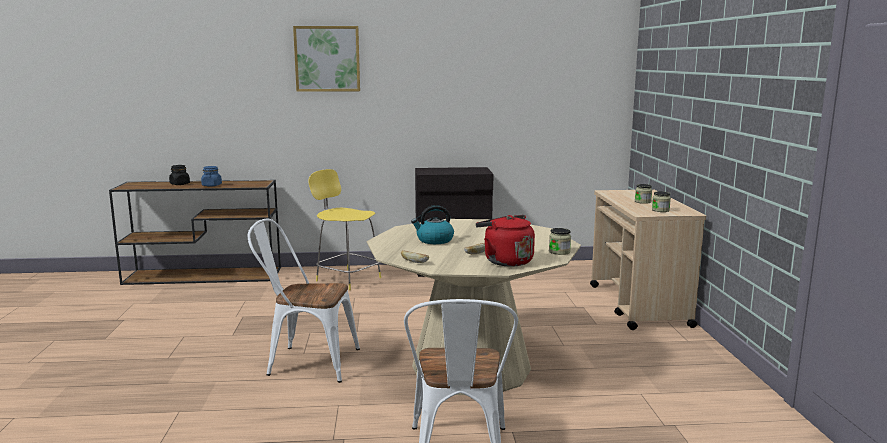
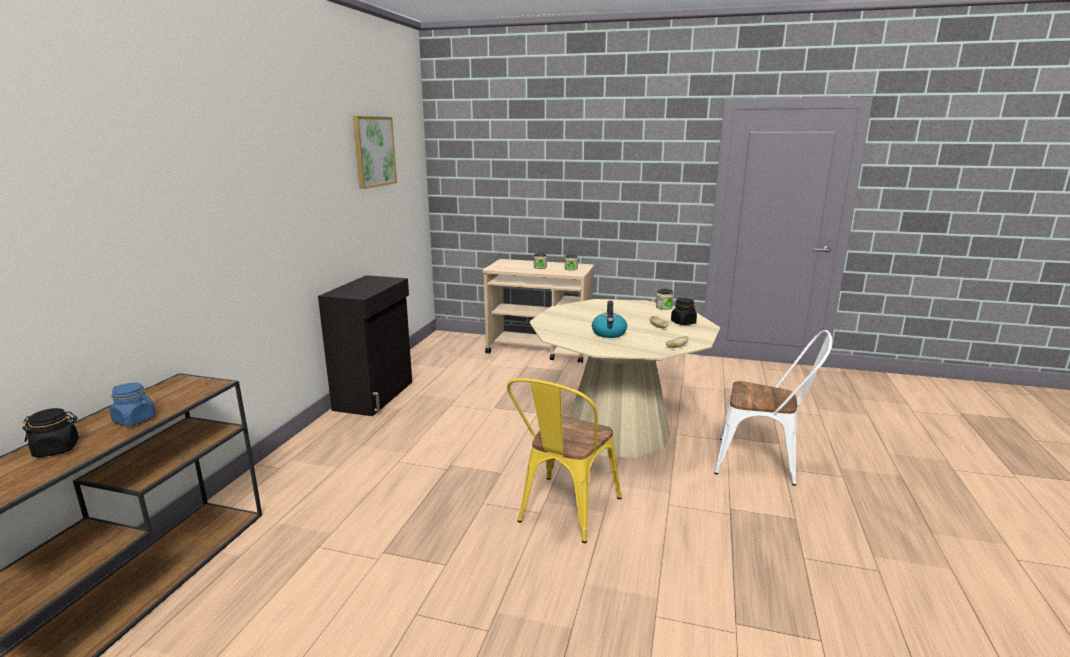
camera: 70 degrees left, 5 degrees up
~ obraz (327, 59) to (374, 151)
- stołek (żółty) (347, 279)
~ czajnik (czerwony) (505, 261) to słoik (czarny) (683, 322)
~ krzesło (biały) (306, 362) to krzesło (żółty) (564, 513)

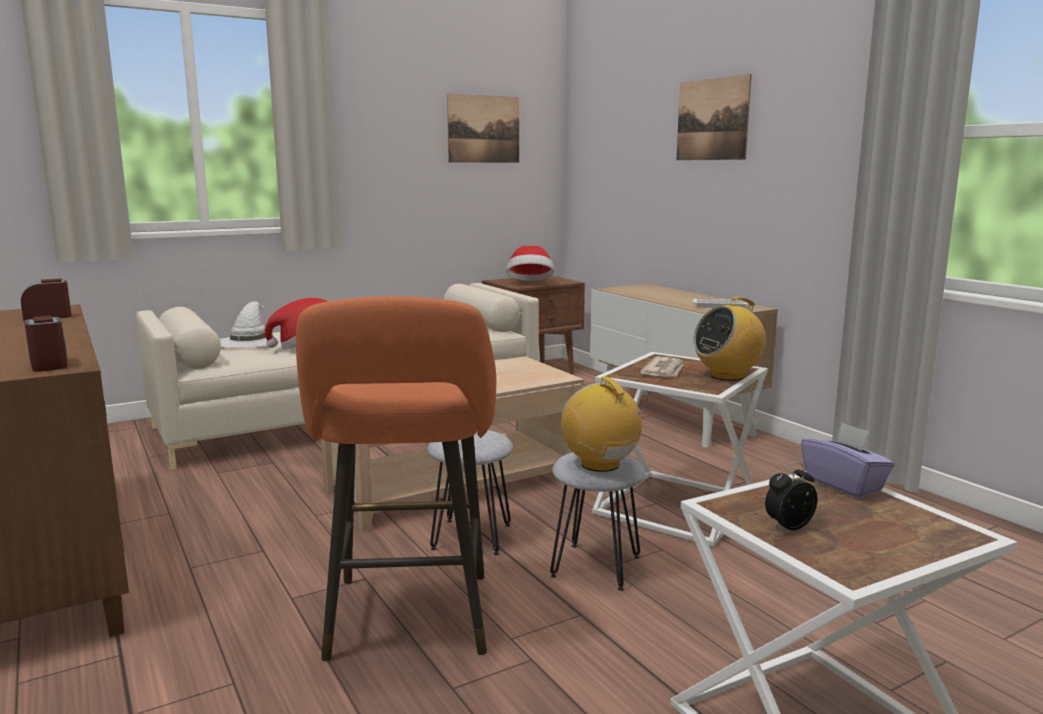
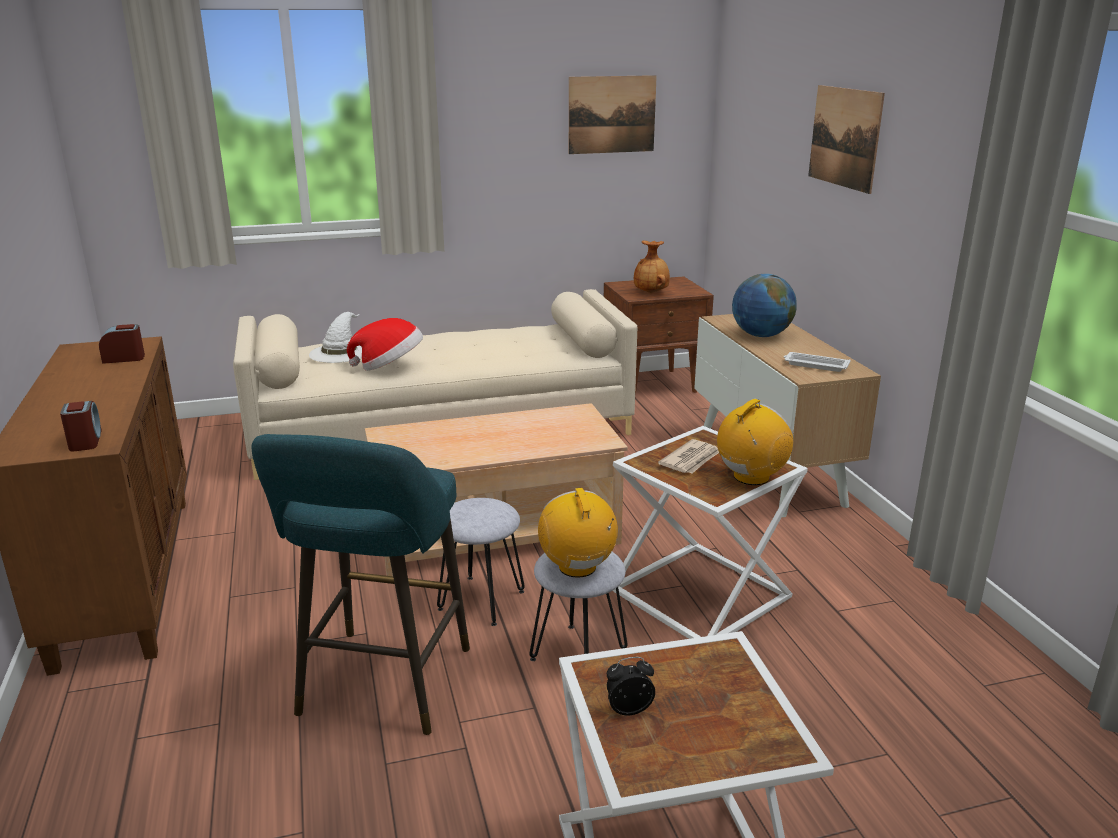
camera: 15 degrees right, 10 degrees up
~ kapelusz (530, 283) to wazon (brązowy) (651, 292)
~ stołek (pomarańczowy) (408, 621) to stołek (turkusowy) (381, 687)
~ radio (727, 376) = (751, 477) 150 degrees clockwise
- pudełko chusteczek (fioletowy) (844, 484)
+ globus (761, 335)

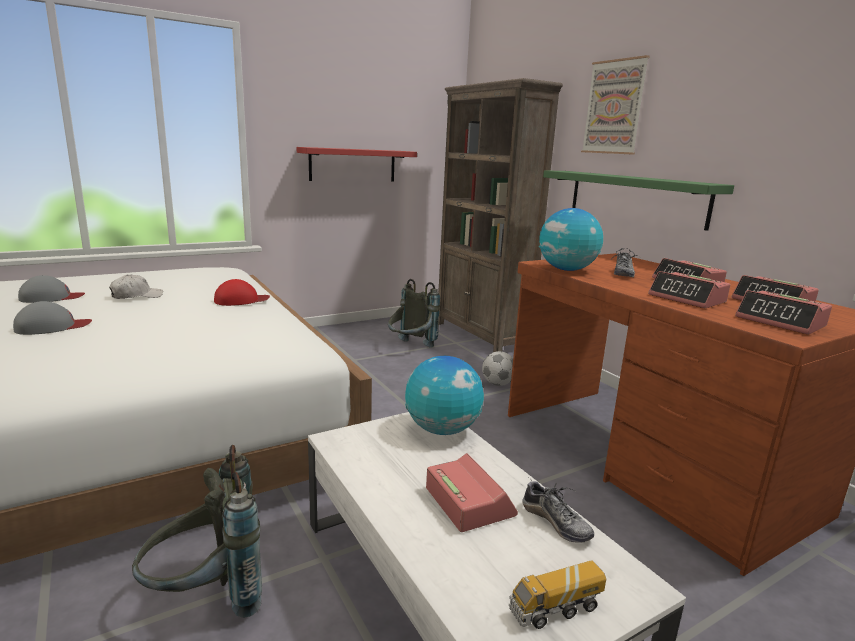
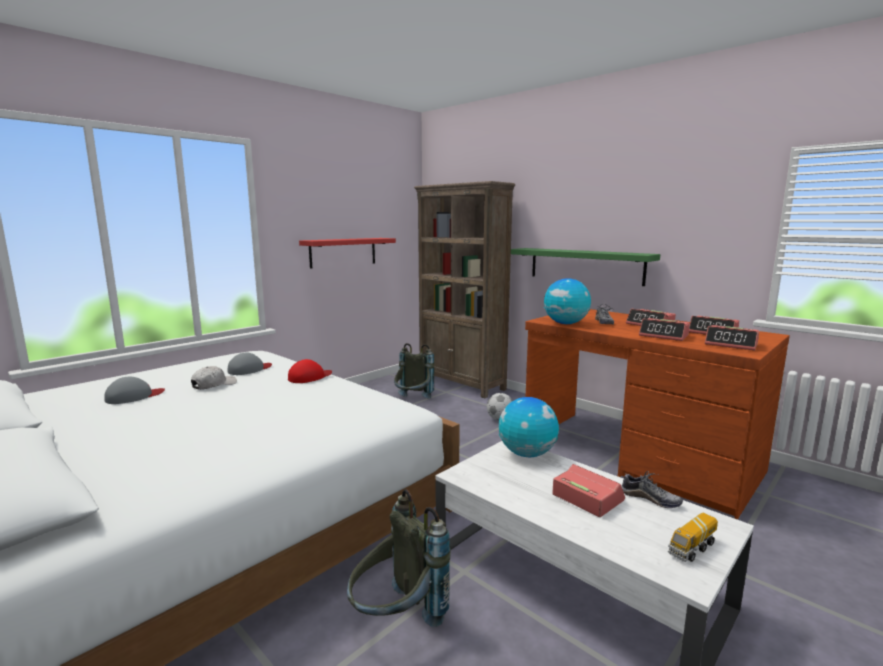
camera: 15 degrees left, 5 degrees down
- obraz (614, 107)
~ czapka z daszkiem (szary) (52, 327) to (249, 369)

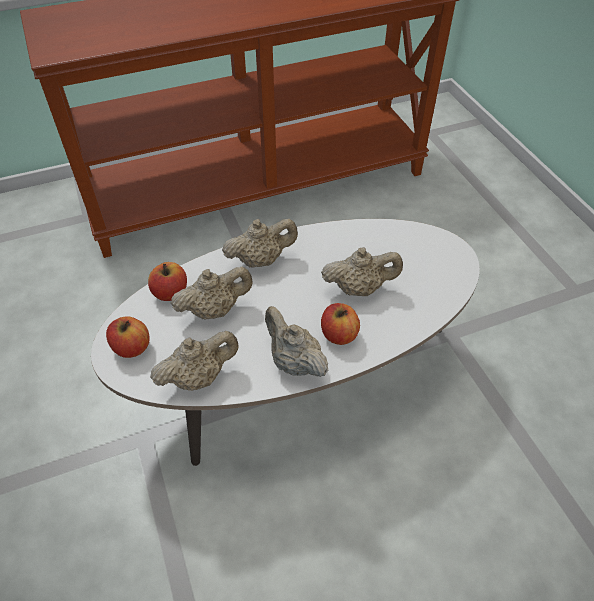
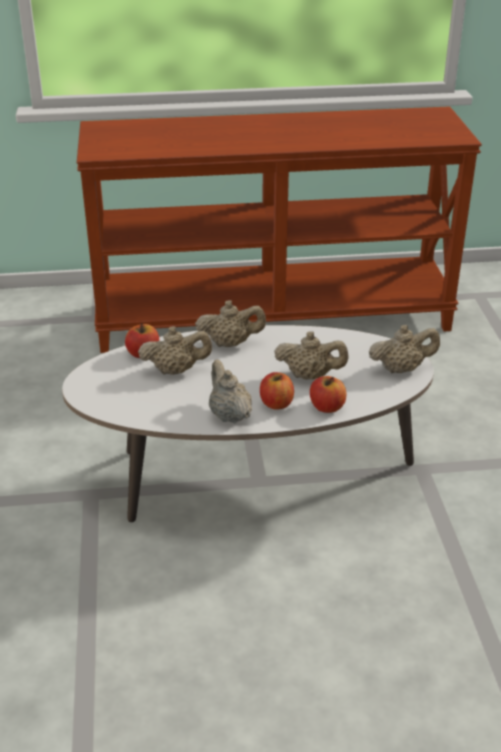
camera: 15 degrees right, 15 degrees down
~ jabłko (131, 347) to (327, 407)
~ imbryk (beżowy) (199, 377) to (401, 369)

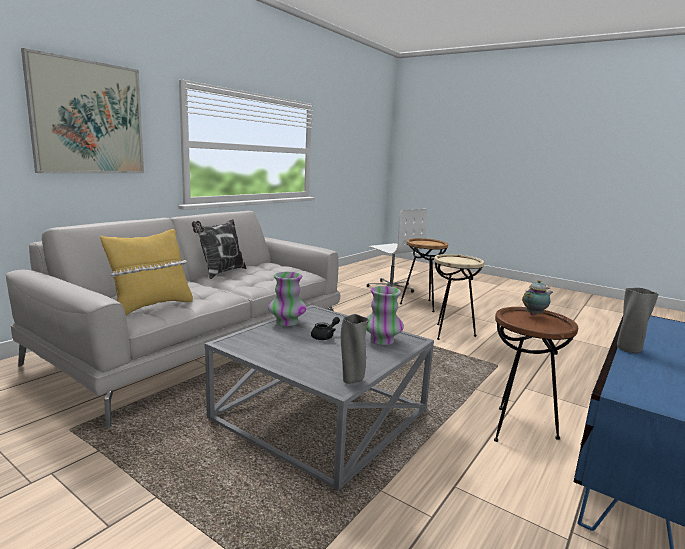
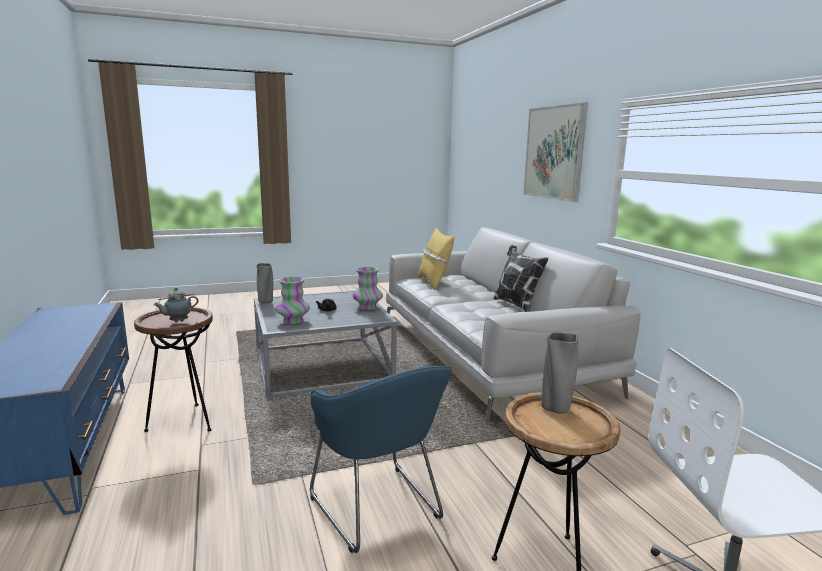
camera: 125 degrees right, 0 degrees up
~ stolik (beżowy) (450, 333) to fotel (niebieski) (379, 510)
~ imbryk (535, 315) = (177, 322) 45 degrees clockwise
~ wazon (szary) (629, 349) to (555, 409)

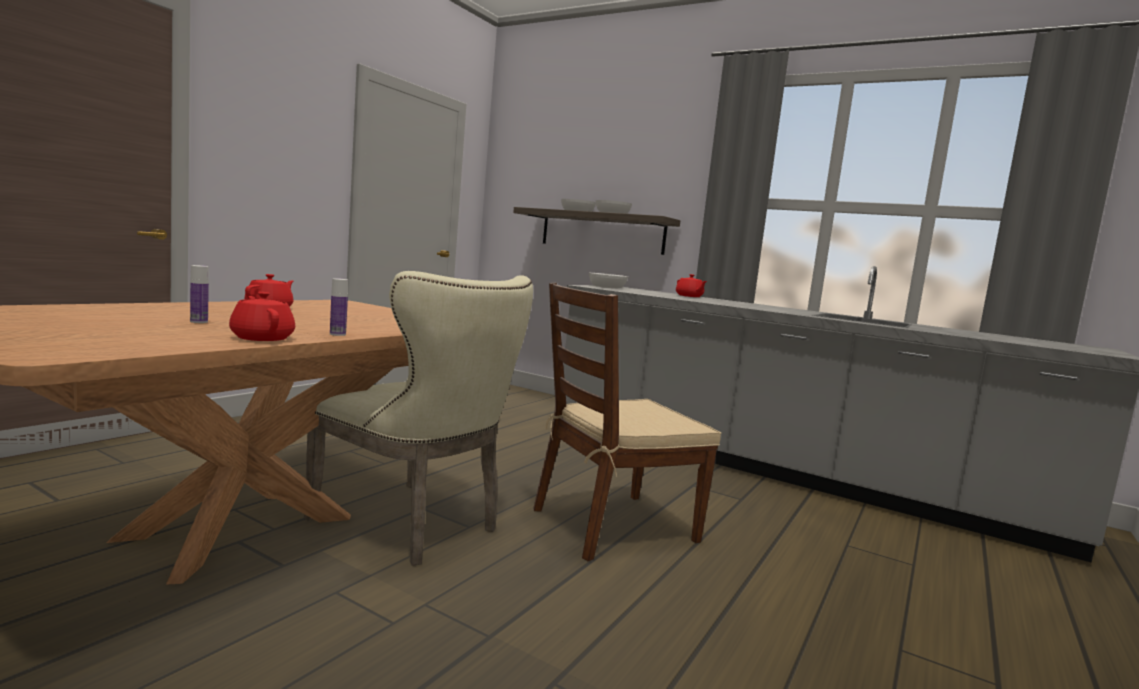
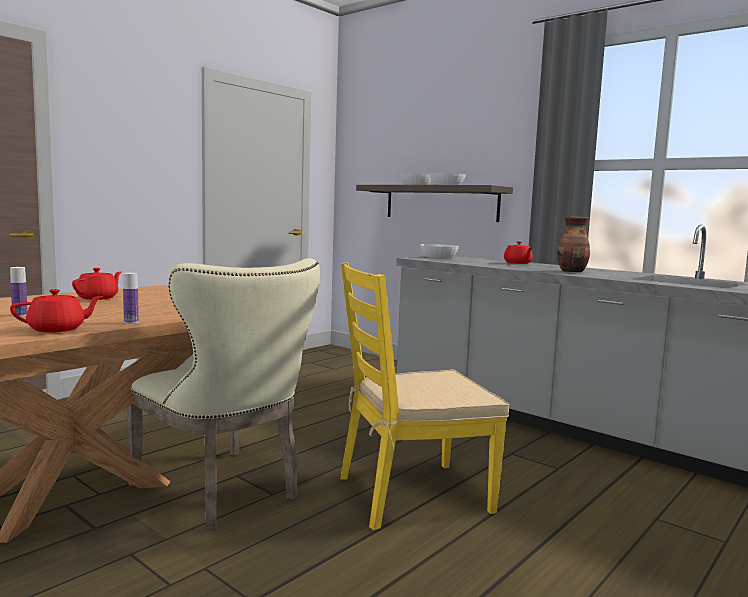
camera: 10 degrees right, 0 degrees up
~ krzesło (brązowy) (612, 525) to krzesło (żółty) (412, 494)
~ imbryk (czerwony) (262, 338) = (58, 329) 90 degrees clockwise
+ wazon (572, 271)

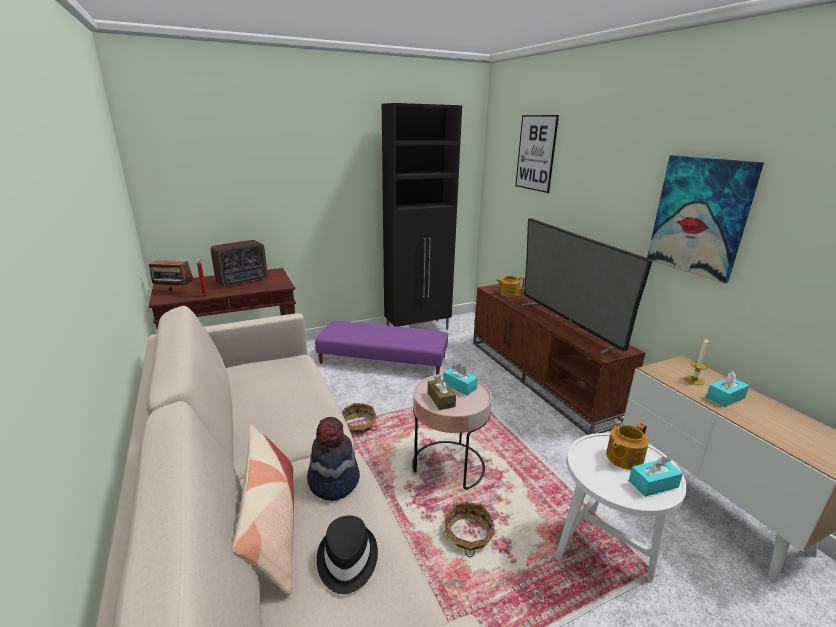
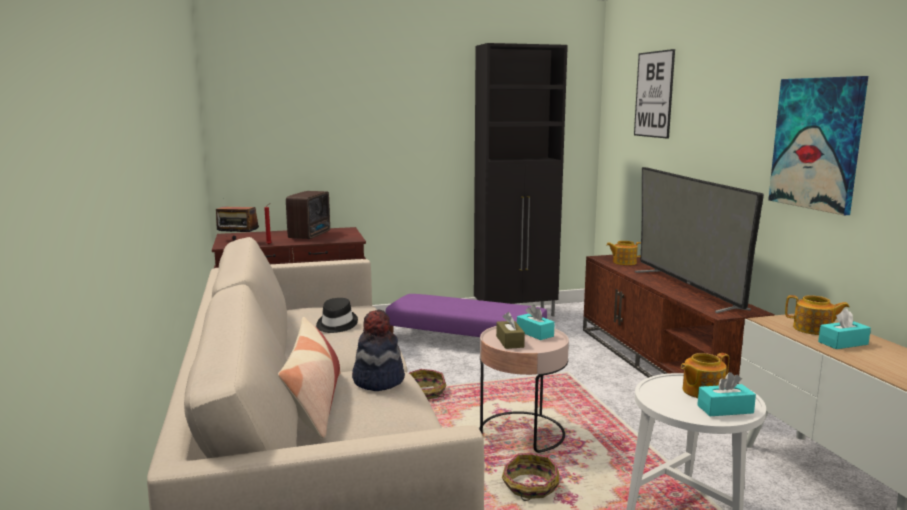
camera: 10 degrees right, 10 degrees down
~ radio (243, 281) = (311, 235) 45 degrees counterclockwise
~ świeca (694, 380) to imbryk (813, 329)
~ kapelusz (czarny) (346, 560) to (336, 324)

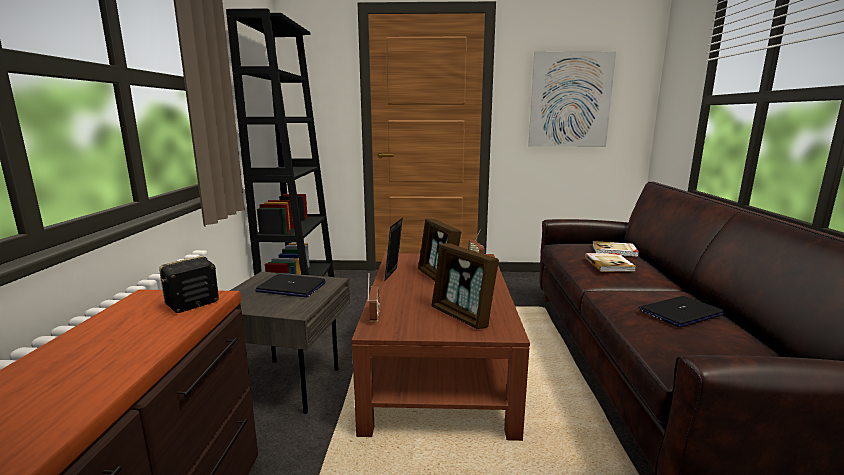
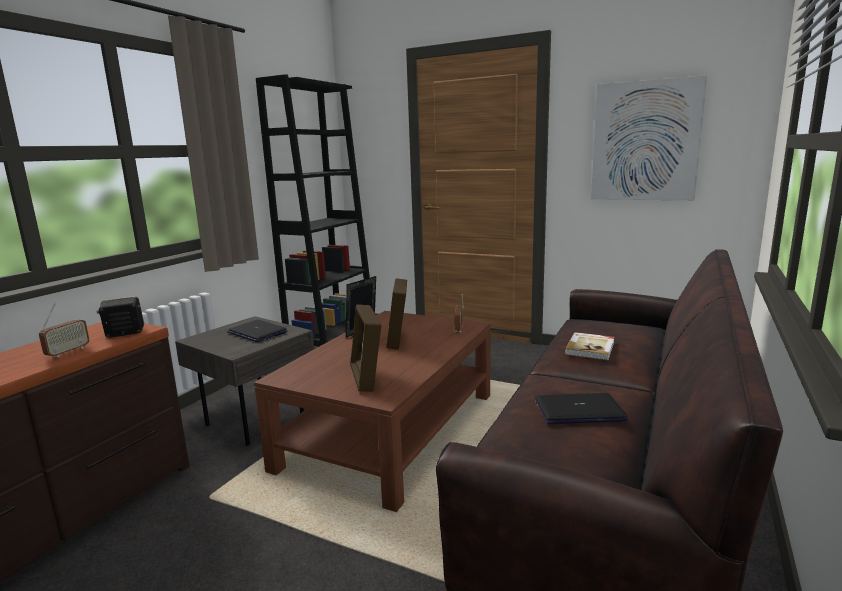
camera: 25 degrees right, 0 degrees up
- książka (615, 251)
~ radio (374, 316) to (68, 352)

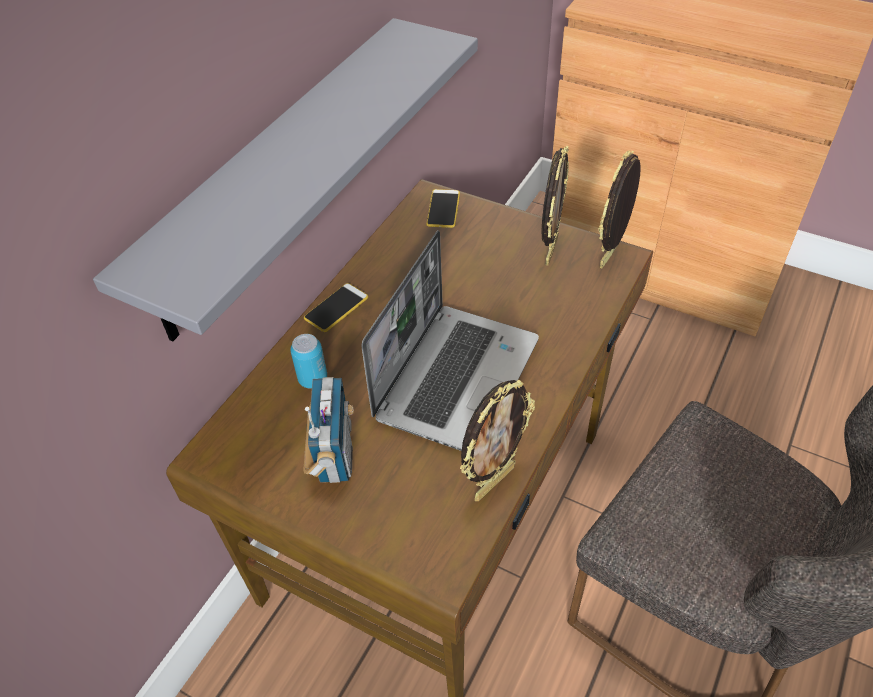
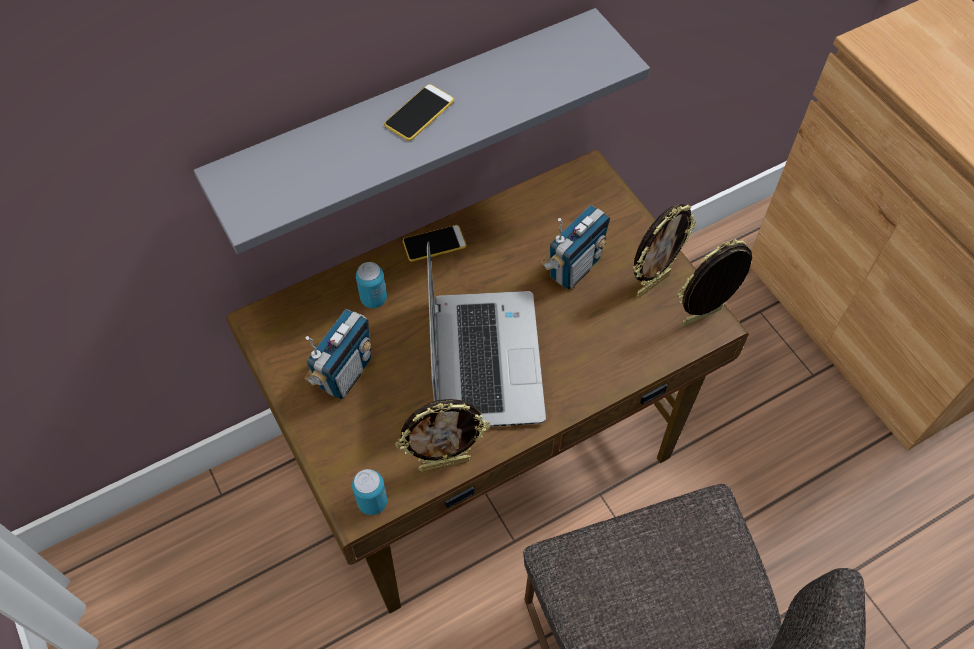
camera: 30 degrees right, 10 degrees up
~ telefon (443, 209) to (419, 113)
~ laptop (456, 376) = (483, 358) 60 degrees counterclockwise
+ radio (574, 268)
+ puszka (372, 502)

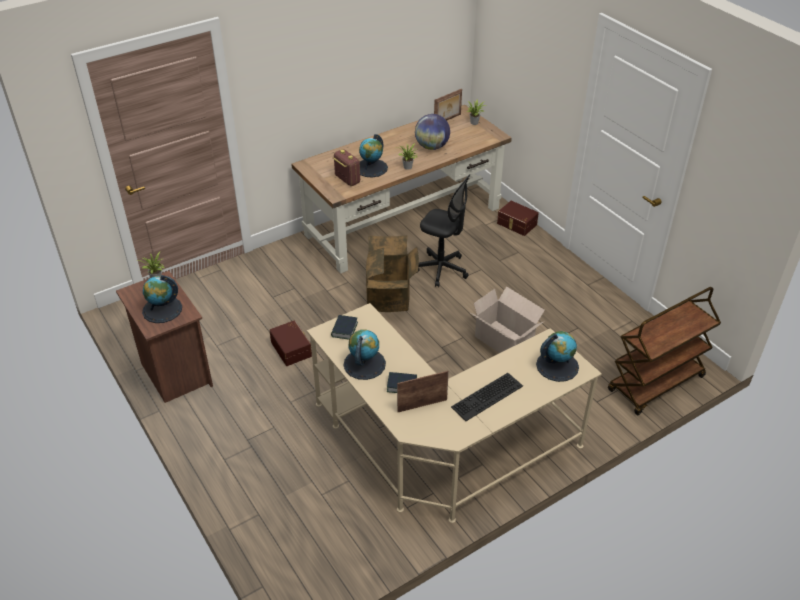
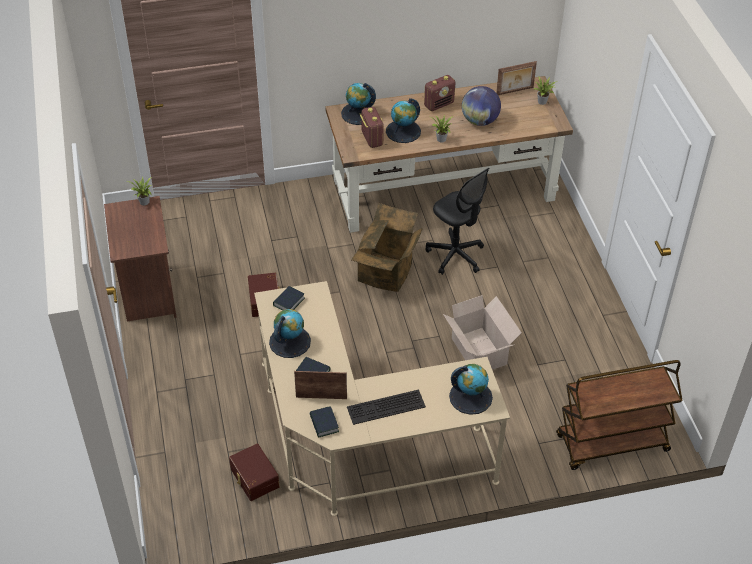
camera: 20 degrees right, 5 degrees up
~ pojemnik do przechowywania (brązowy) (516, 224) to (253, 478)
~ globus (162, 310) to (358, 113)
+ radio (439, 104)
+ książka (324, 424)

